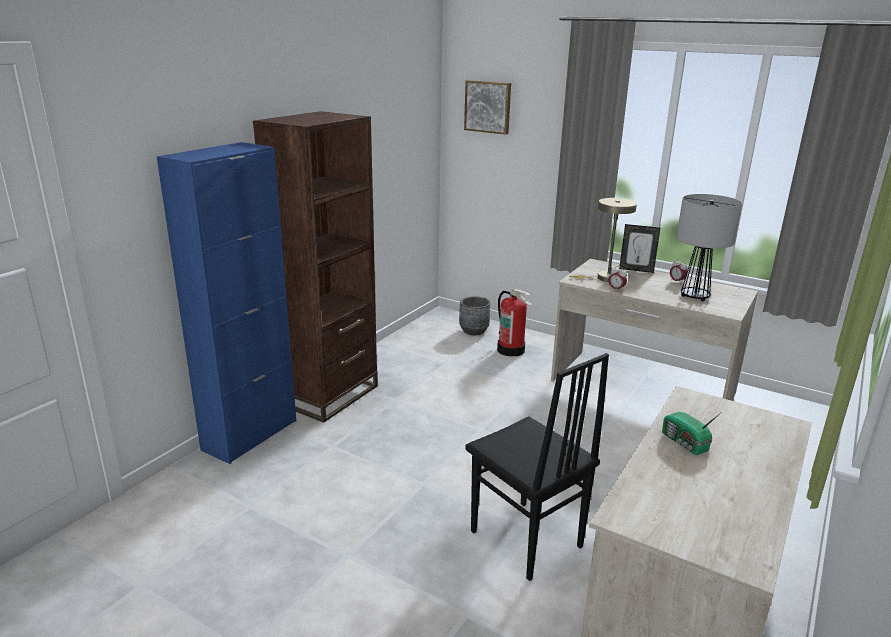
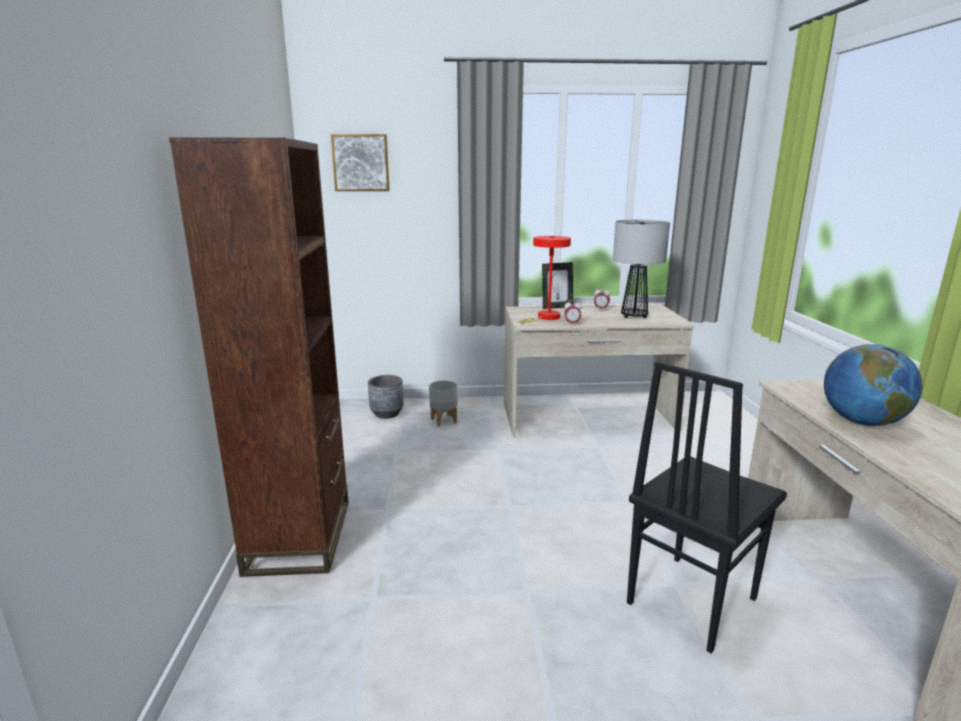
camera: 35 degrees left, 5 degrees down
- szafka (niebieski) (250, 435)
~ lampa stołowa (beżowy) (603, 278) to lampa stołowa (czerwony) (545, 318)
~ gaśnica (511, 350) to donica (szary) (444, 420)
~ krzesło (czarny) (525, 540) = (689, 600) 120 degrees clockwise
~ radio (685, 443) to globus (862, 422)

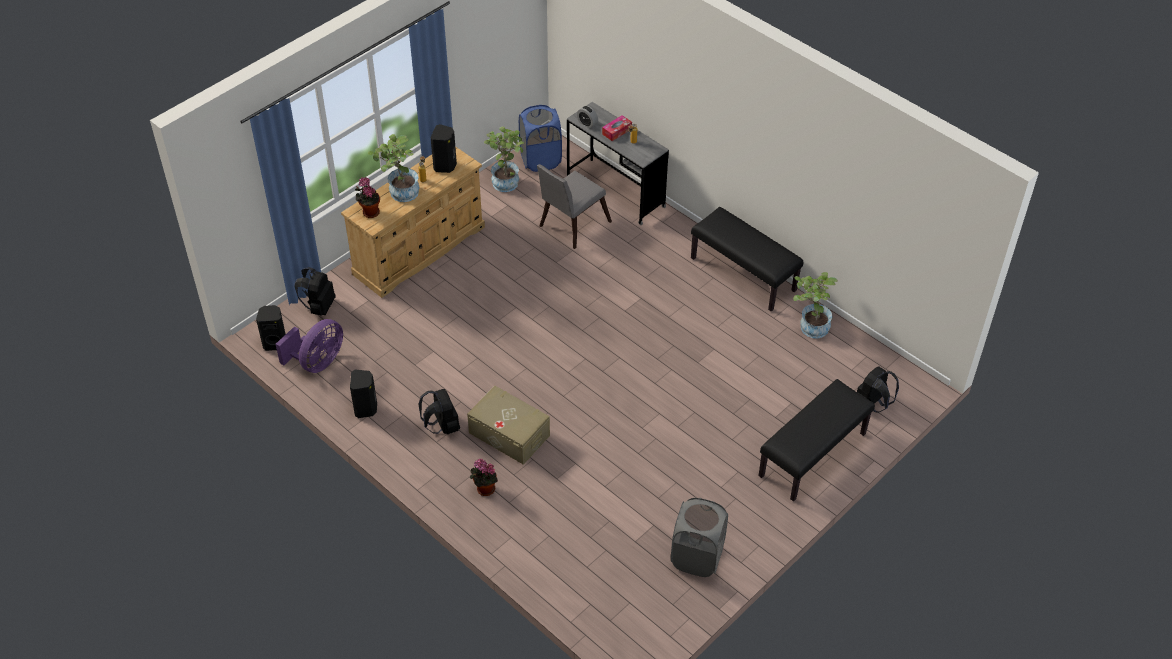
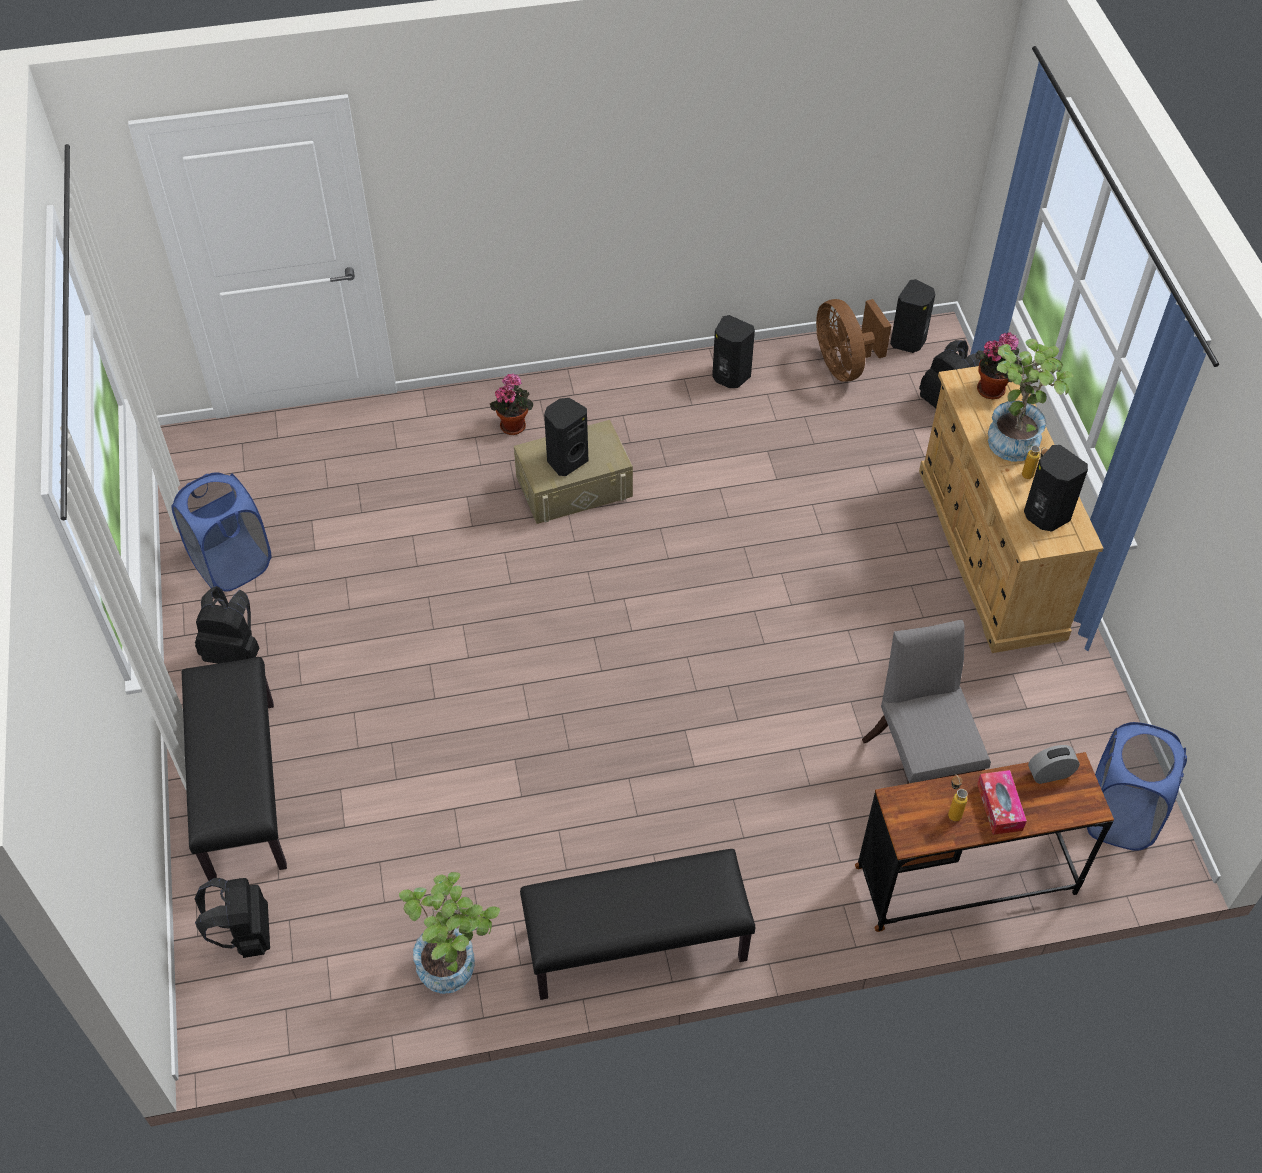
camera: 125 degrees right, 5 degrees up
~ biurko (szary) (615, 191) to biurko (brązowy) (966, 880)
- roślina doniczkowa (506, 180)
~ wentylator (fioletowy) (317, 362) to wentylator (brązowy) (844, 365)
~ plecak (czarny) (442, 426) to (234, 652)
~ kosz na pranie (szary) (697, 557) to kosz na pranie (niebieski) (232, 564)
+ głośnik (czarny) (566, 460)

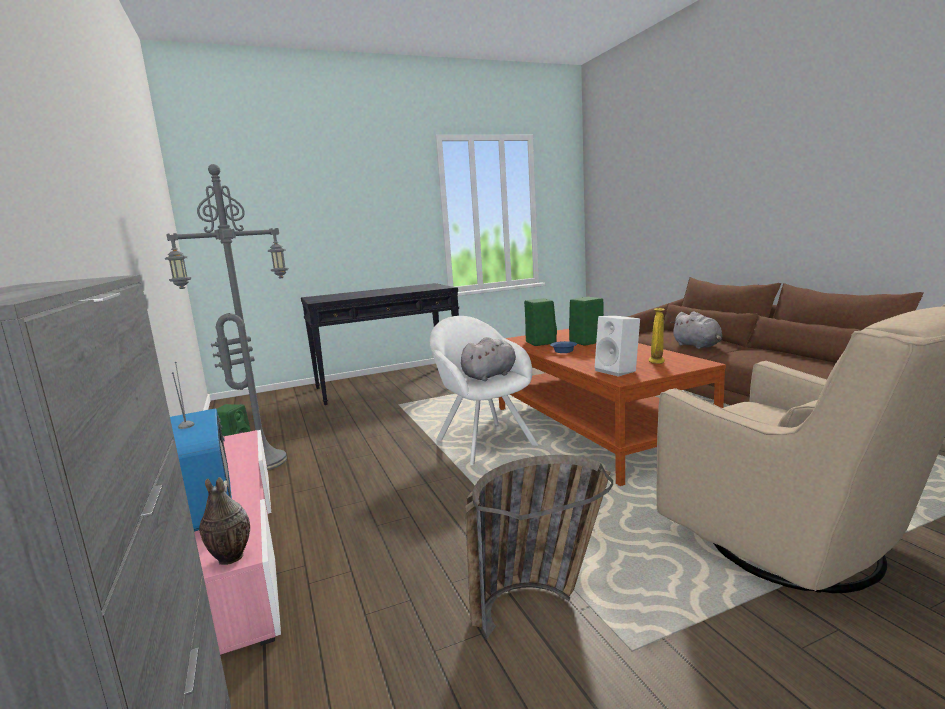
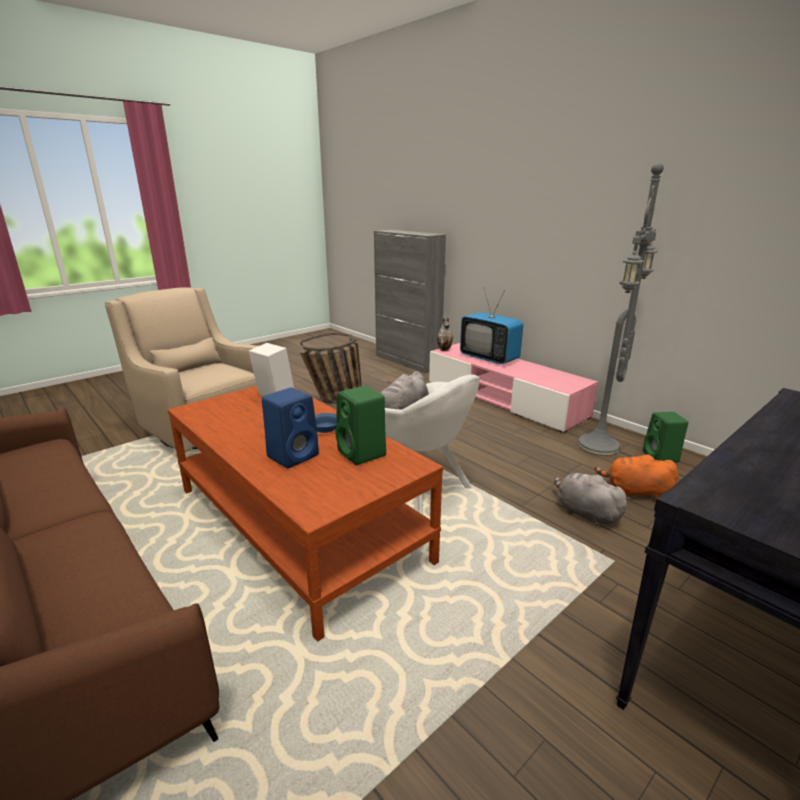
camera: 160 degrees right, 10 degrees up
~ głośnik (zielony) (586, 342) to głośnik (niebieski) (294, 455)
- wazon (żółty) (656, 361)
~ pluszak (szary) (698, 346) to (585, 513)
+ pluszak (pomarańczowy) (635, 492)

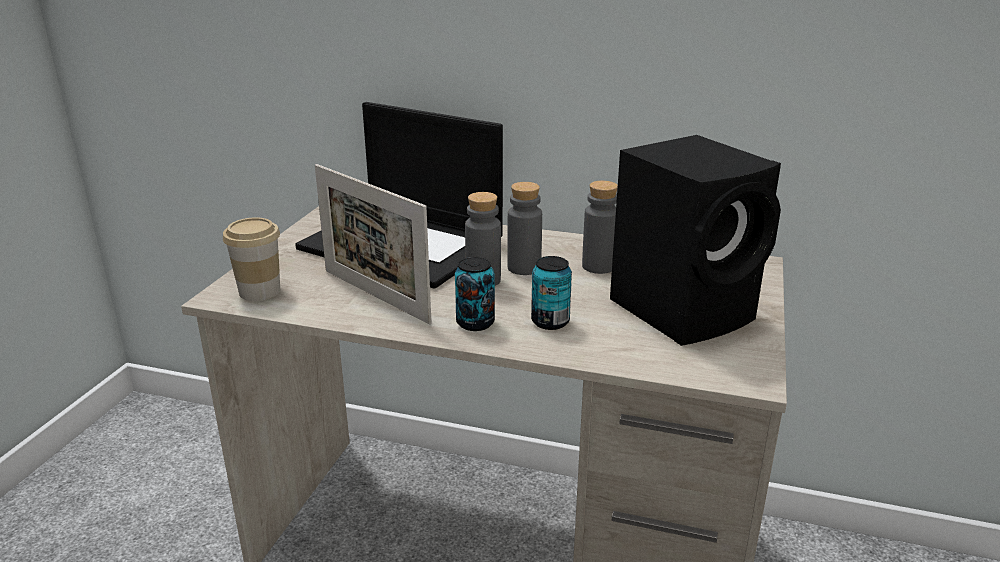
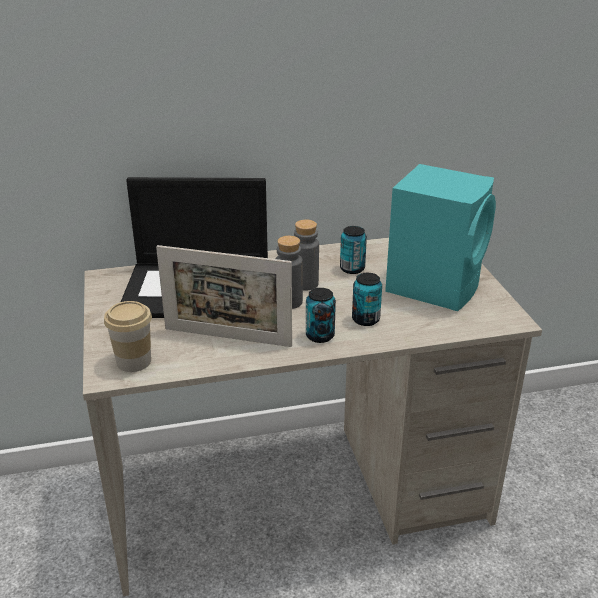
camera: 30 degrees left, 5 degrees up
~ głośnik (czarny) (686, 310) to głośnik (turkusowy) (435, 285)
~ butelka (szary) (598, 266) to puszka (352, 269)

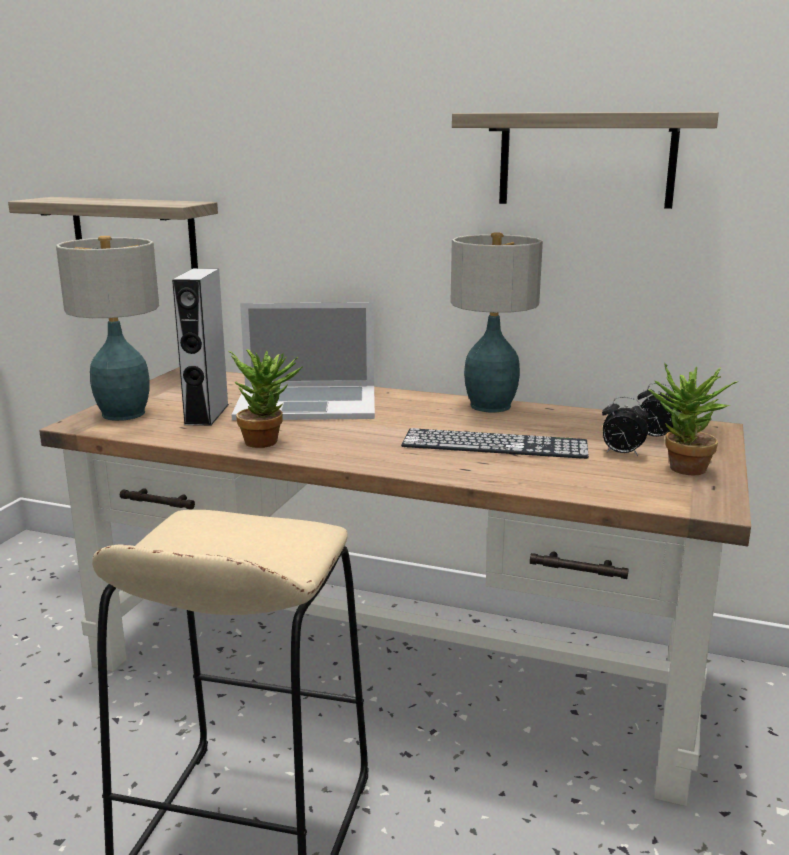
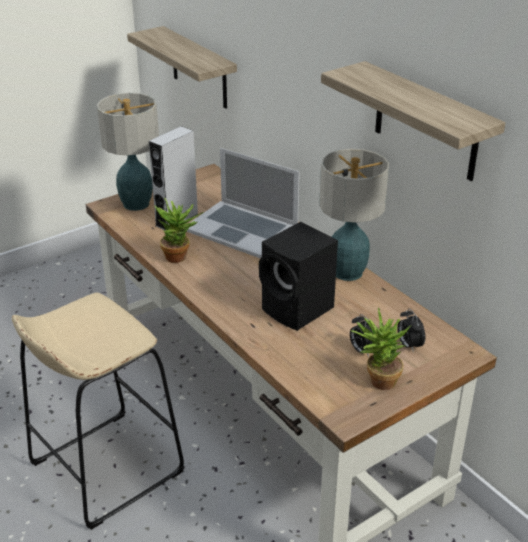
camera: 35 degrees right, 15 degrees up
~ klawiatura (495, 444) to głośnik (czarny) (299, 310)

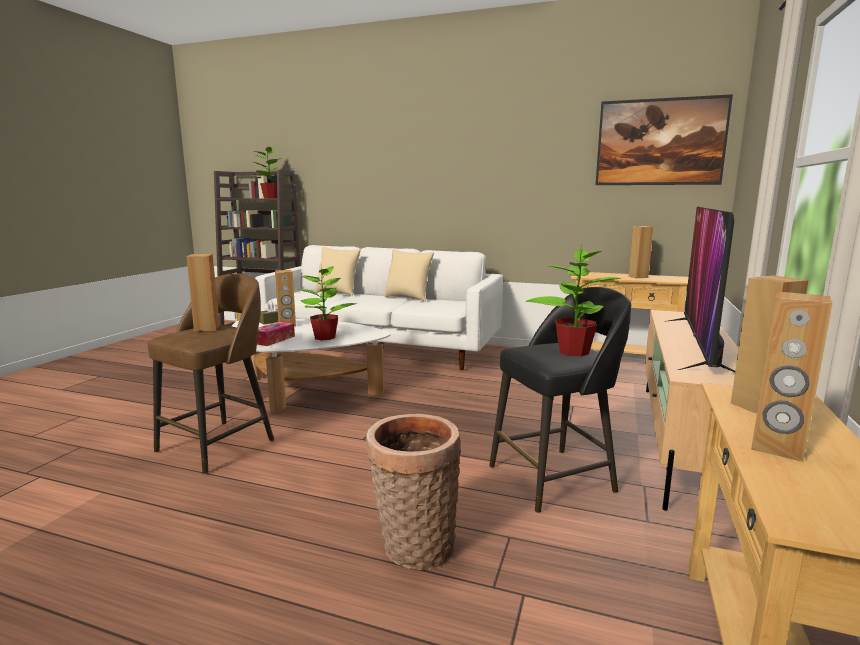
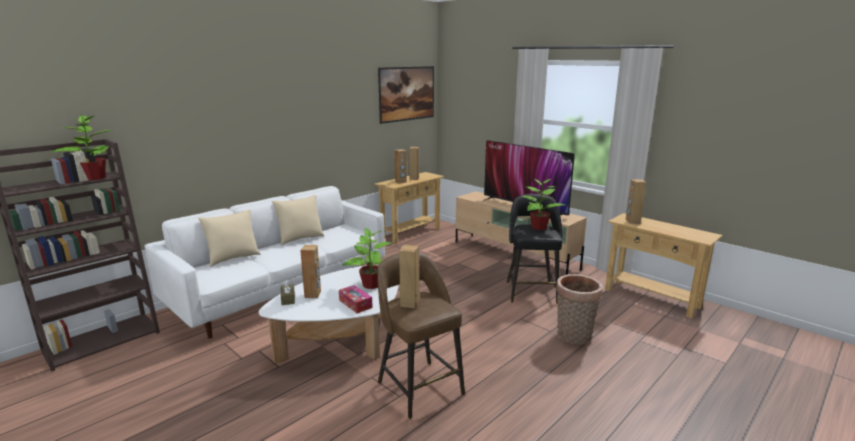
camera: 65 degrees left, 5 degrees up
~ głośnik (brązowy) (777, 448) to (401, 182)

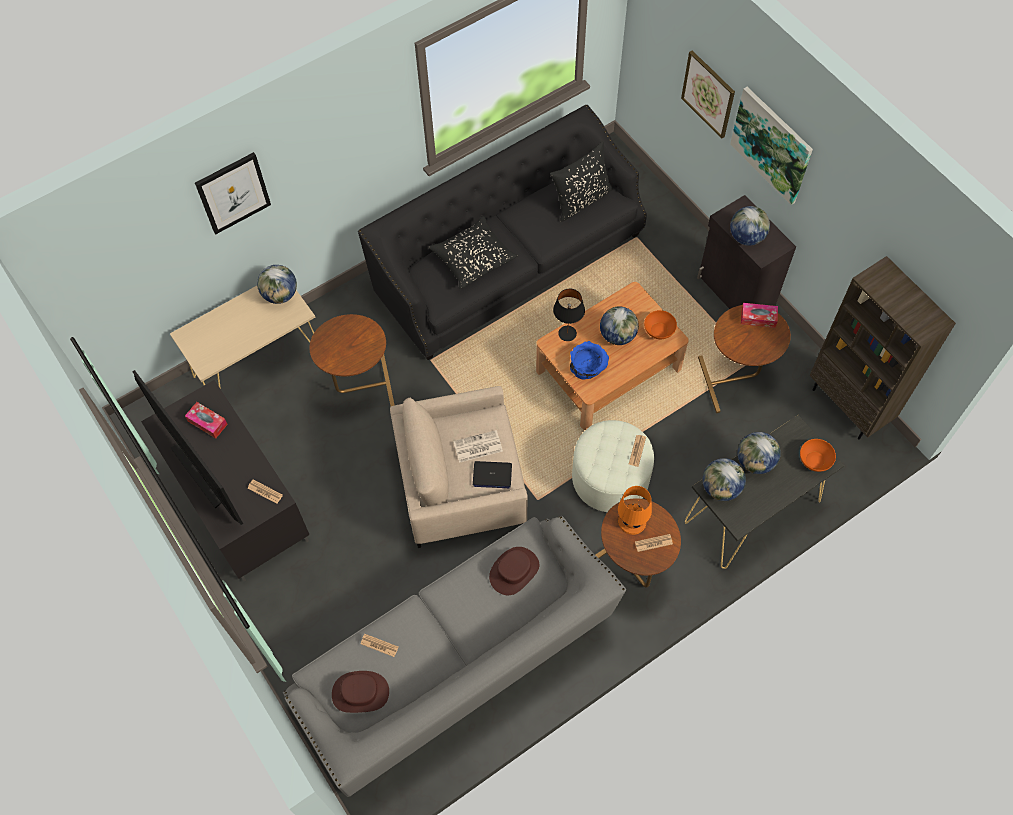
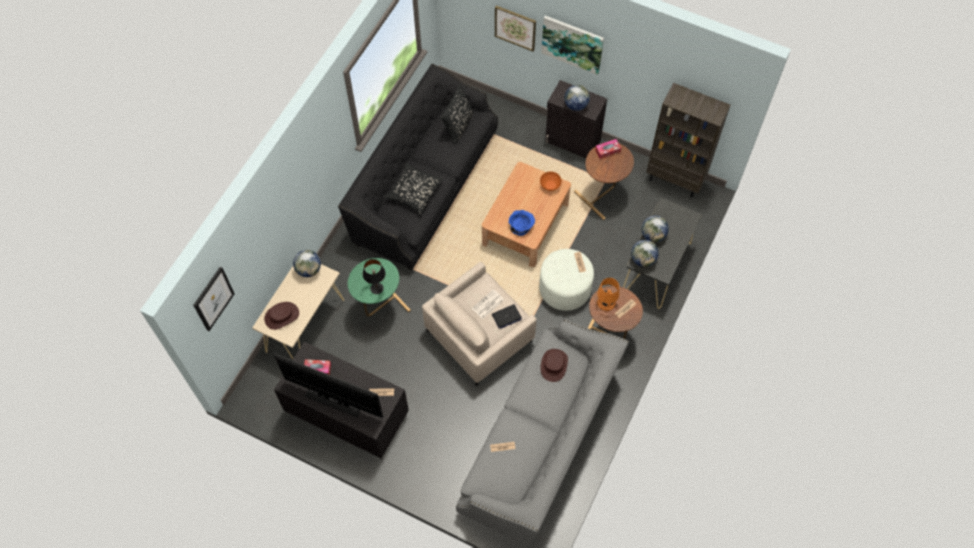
camera: 30 degrees left, 0 degrees up
~ obraz (233, 192) to (213, 298)
~ lampa stołowa (czarny) (567, 333) to (376, 288)
- globus (617, 335)
~ stolik (brązowy) (360, 388) to stolik (zielony) (379, 308)
- miska (pomarańczowy) (815, 460)
~ kapelusz (brązowy) (360, 692) to (281, 316)

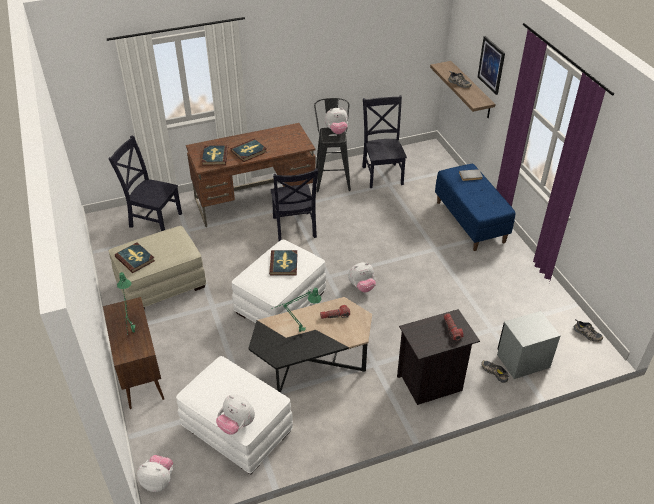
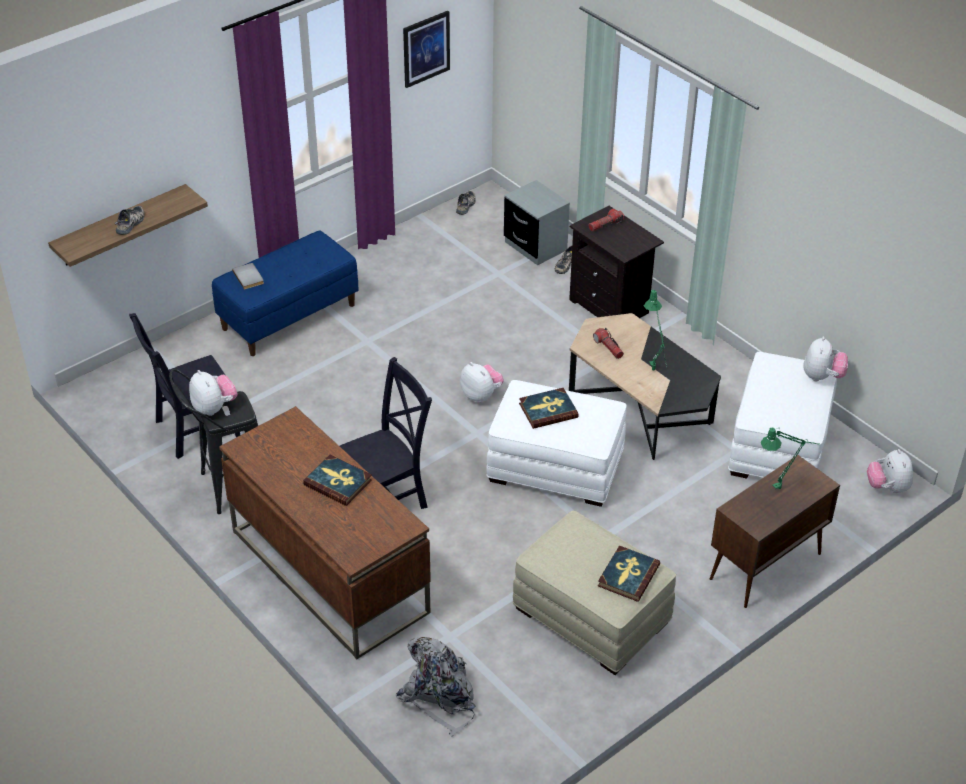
camera: 110 degrees left, 0 degrees up
~ obraz (491, 65) to (426, 48)
~ krzesło (czarny) (154, 219) to plecak (szary) (440, 697)
- książka (215, 157)

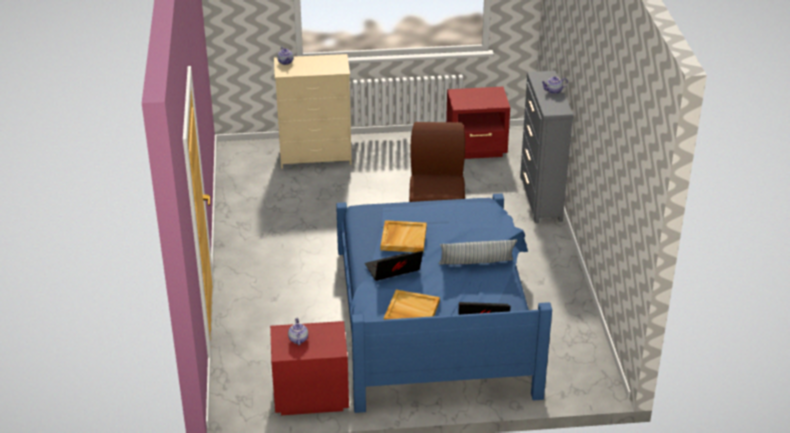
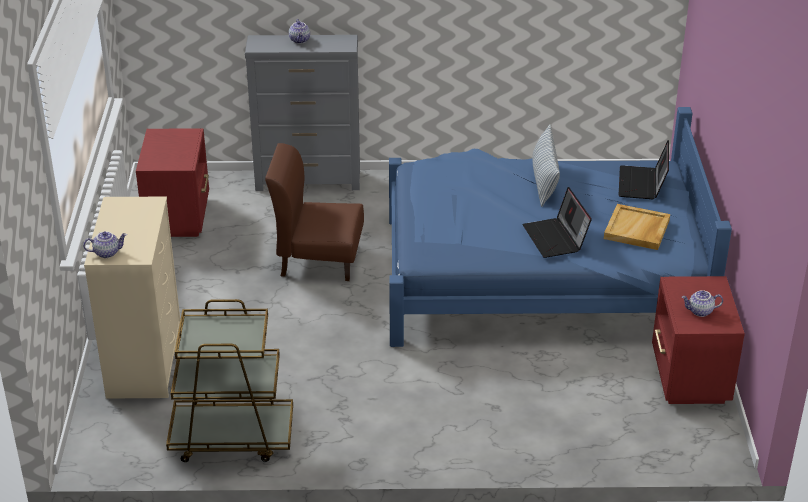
camera: 85 degrees left, 0 degrees up
- taca (beżowy) (403, 238)
+ wózek (brązowy) (231, 437)

